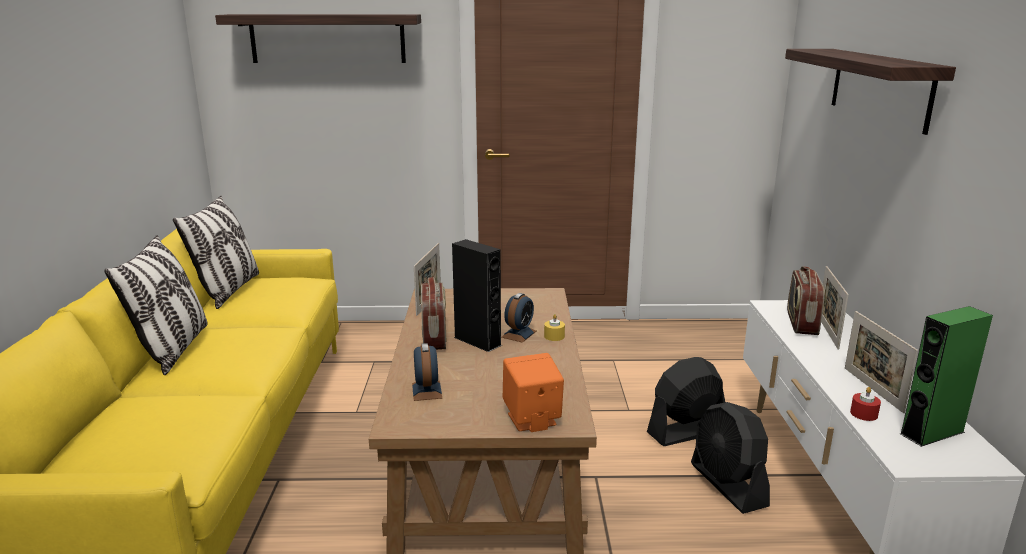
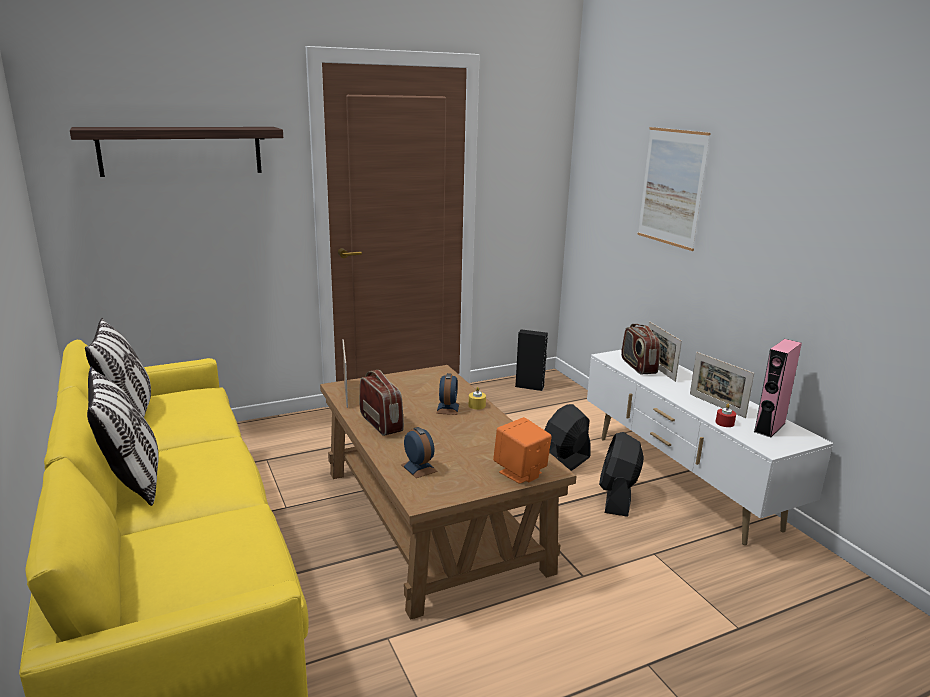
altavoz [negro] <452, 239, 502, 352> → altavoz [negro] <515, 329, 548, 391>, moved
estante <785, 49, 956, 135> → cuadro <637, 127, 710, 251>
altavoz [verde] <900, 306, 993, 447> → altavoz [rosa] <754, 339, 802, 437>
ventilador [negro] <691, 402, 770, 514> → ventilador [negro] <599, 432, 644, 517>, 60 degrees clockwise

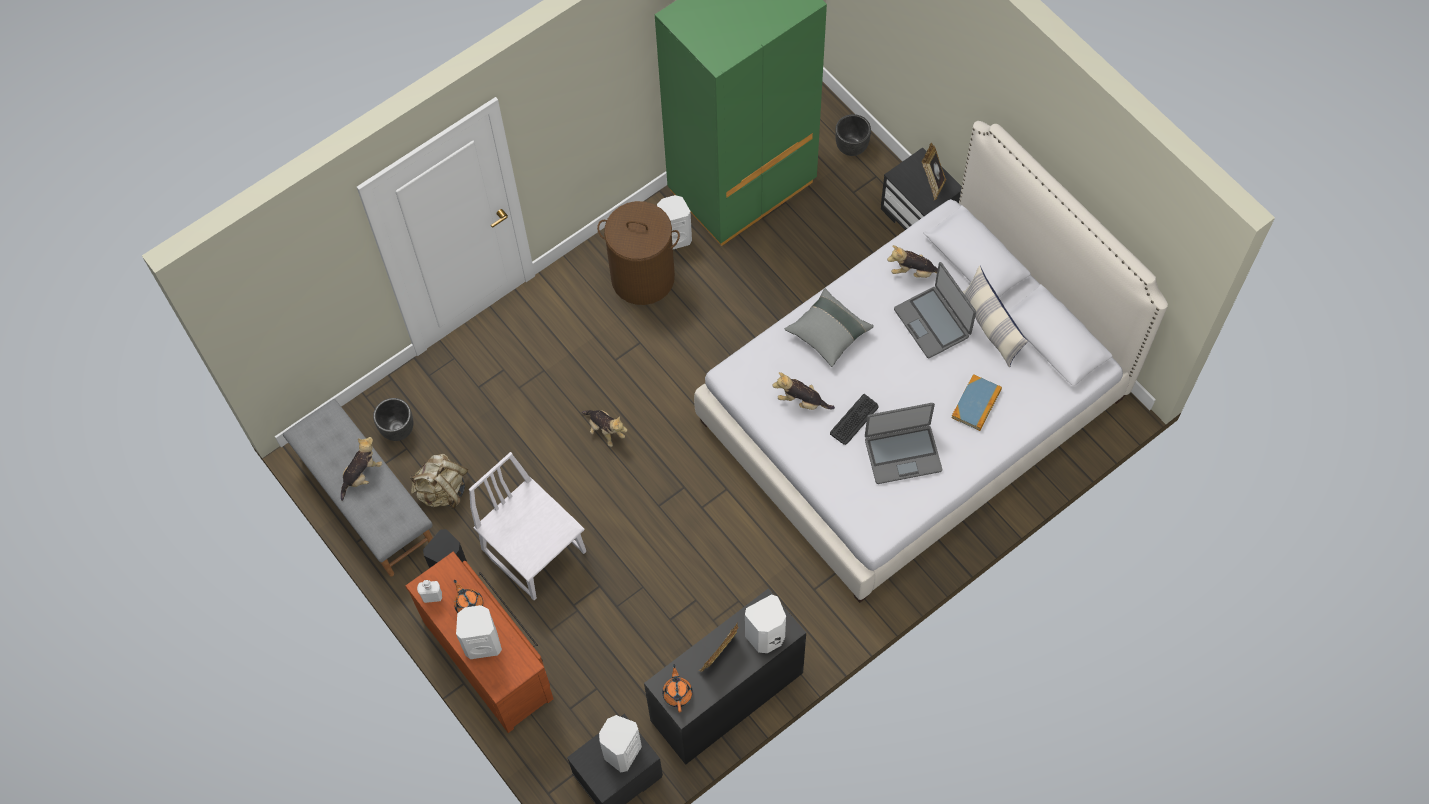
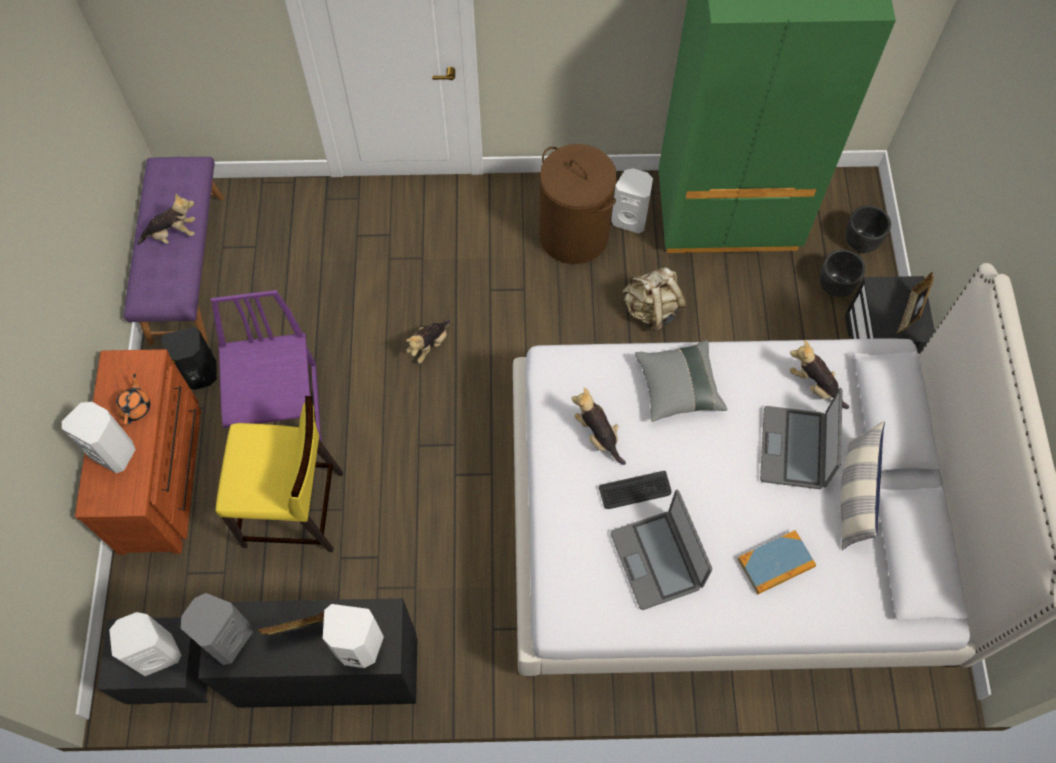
botella [blanco] <417, 580, 442, 603> → -
- → silla [amarillo] <215, 396, 343, 552>
maceta [negro] <373, 398, 413, 441> → maceta [negro] <820, 249, 866, 297>, moved
mochila [beis] <410, 454, 468, 509> → mochila [beis] <623, 267, 687, 331>, moved
tetera [naranja] <662, 664, 693, 713> → altavoz [gris] <181, 593, 253, 665>
banco [gris] <283, 399, 433, 577> → banco [morado] <123, 157, 224, 345>
silla [blanco] <469, 452, 586, 600> → silla [morado] <211, 290, 322, 441>
peluche <582, 410, 628, 447> → peluche <406, 319, 450, 363>, 45 degrees clockwise
portátil <865, 403, 942, 484> → portátil <610, 490, 712, 610>, 45 degrees clockwise

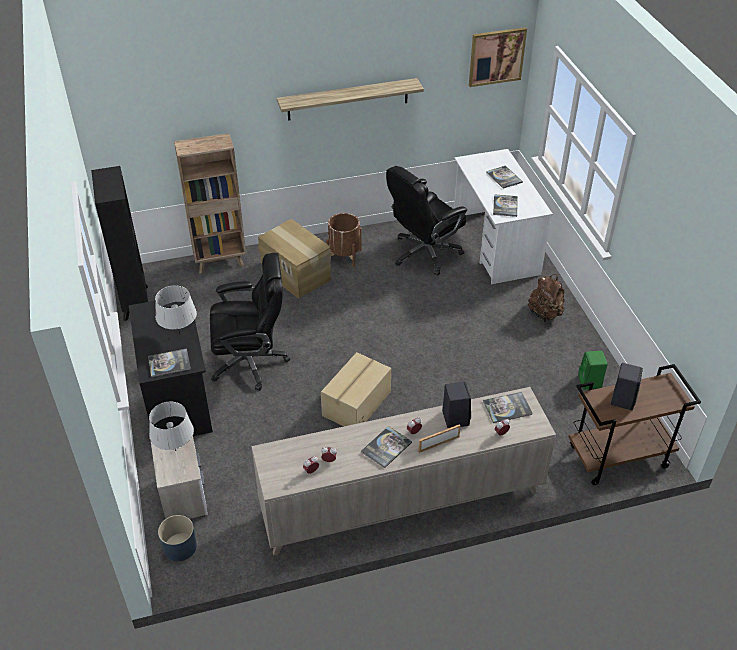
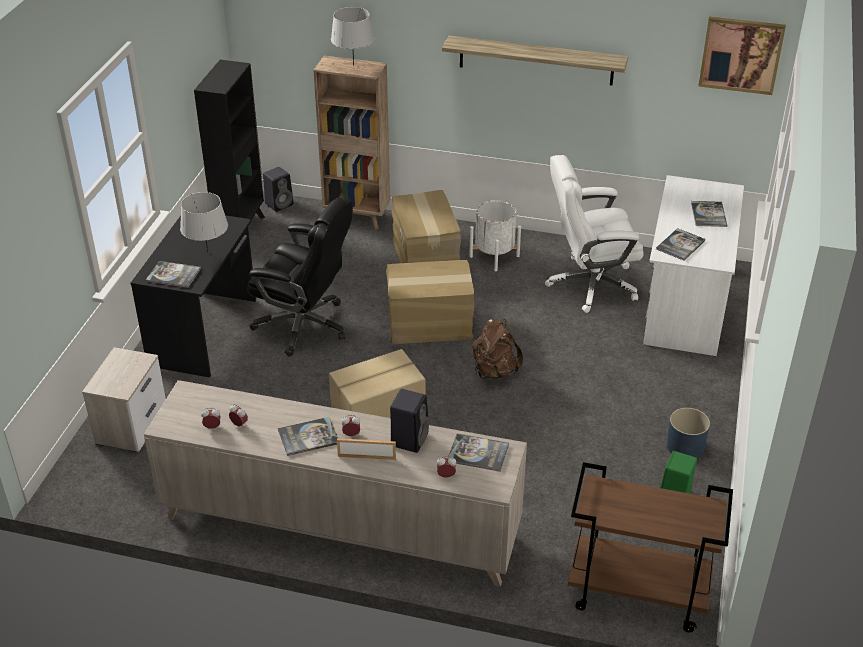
- → caja de cartón <386, 260, 474, 344>
lámpara de mesa [gris] <149, 402, 194, 451> → lámpara de mesa [gris] <331, 7, 374, 65>, moved
maceta [azul] <158, 515, 197, 561> → maceta [azul] <667, 408, 710, 458>, moved
mochila [marrón] <528, 274, 565, 322> → mochila [marrón] <472, 319, 523, 379>, moved
altavoz [negro] <611, 363, 643, 410> → altavoz [negro] <263, 167, 293, 212>, moved
maceta [marrón] <326, 213, 362, 267> → maceta [blanco] <469, 200, 521, 271>
silla de oficina [negro] <386, 166, 467, 276> → silla de oficina [blanco] <545, 155, 644, 313>

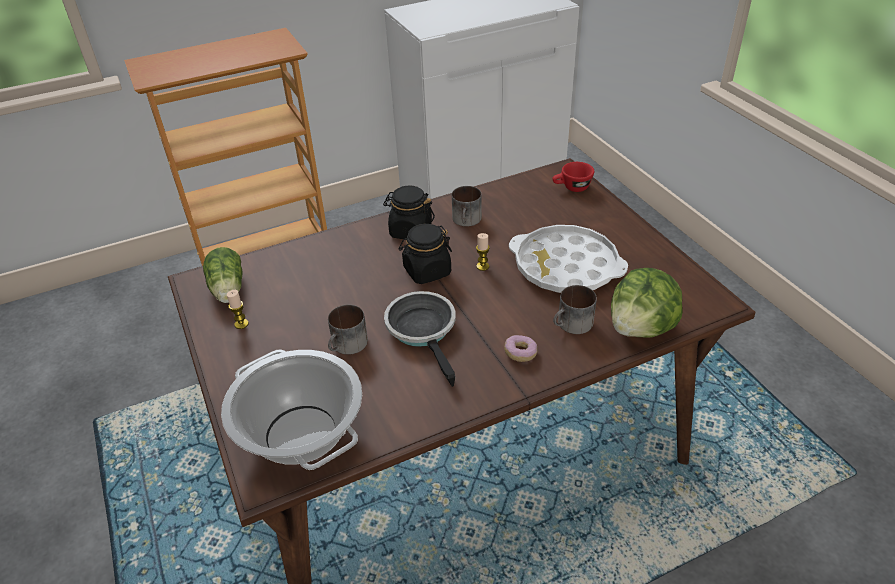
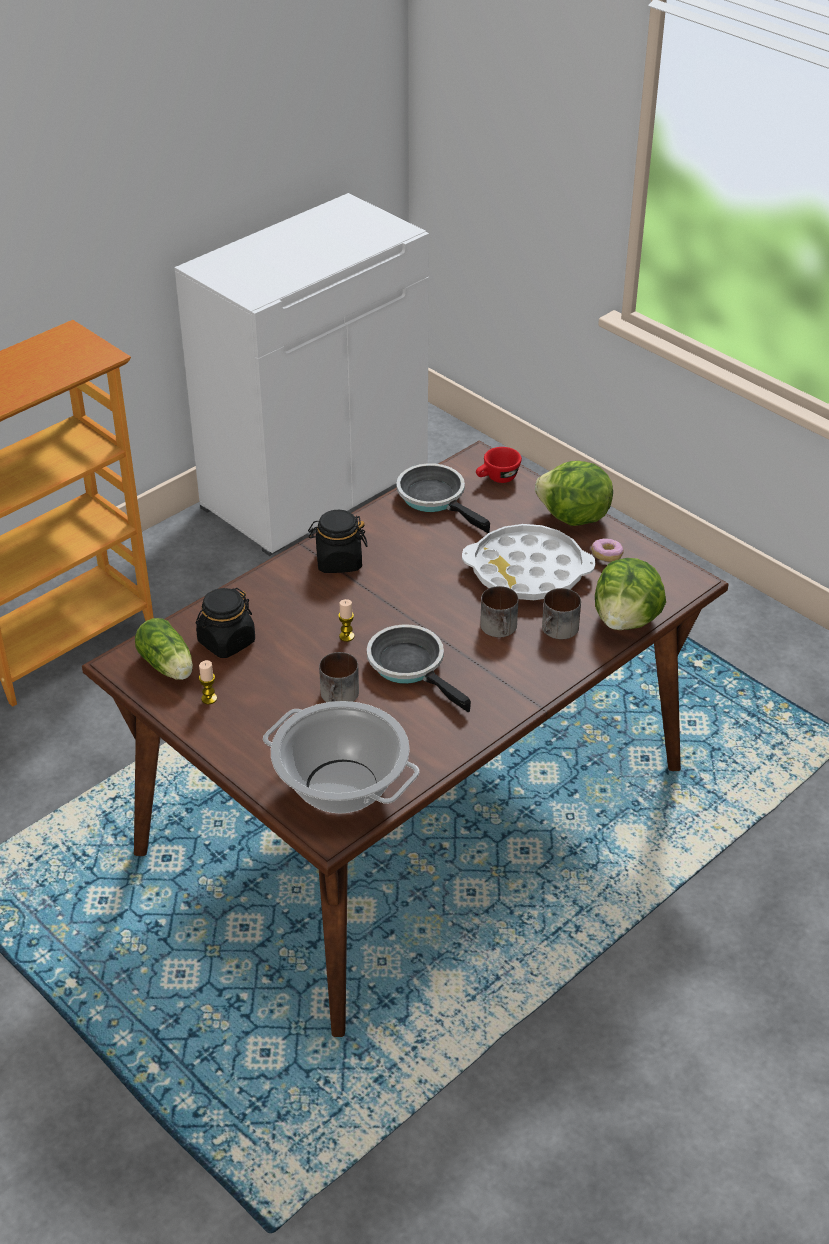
- → sartén <396, 463, 490, 533>
- → lechuga <535, 461, 613, 526>
tarro [negro] <398, 224, 452, 284> → tarro [negro] <196, 588, 255, 658>, moved
taza grande <452, 186, 482, 227> → taza grande <480, 586, 519, 637>, moved
vela <476, 233, 490, 271> → vela <338, 599, 355, 642>, moved
rosquilla <504, 335, 537, 362> → rosquilla <591, 539, 624, 562>, moved

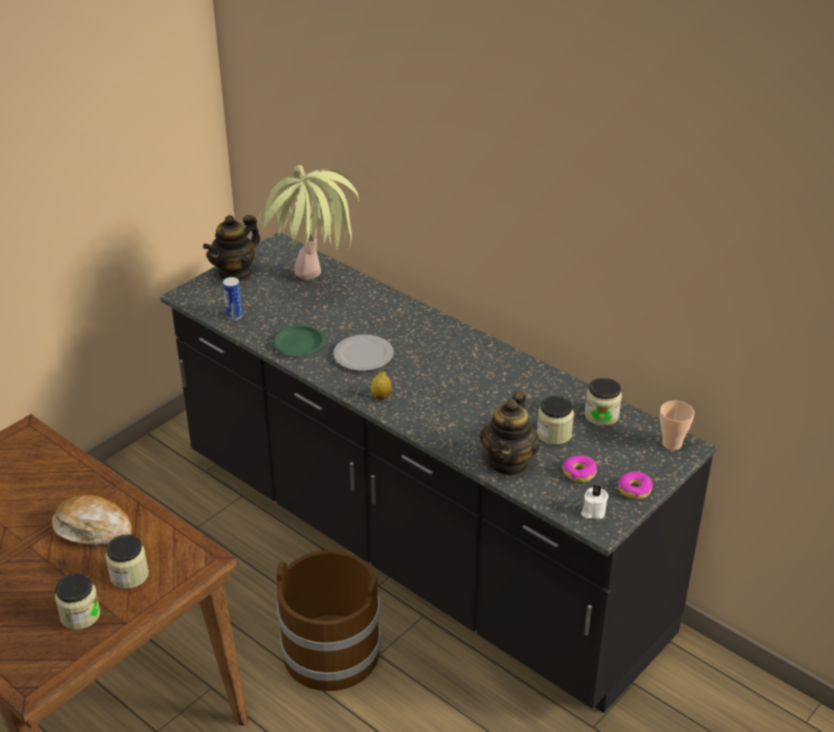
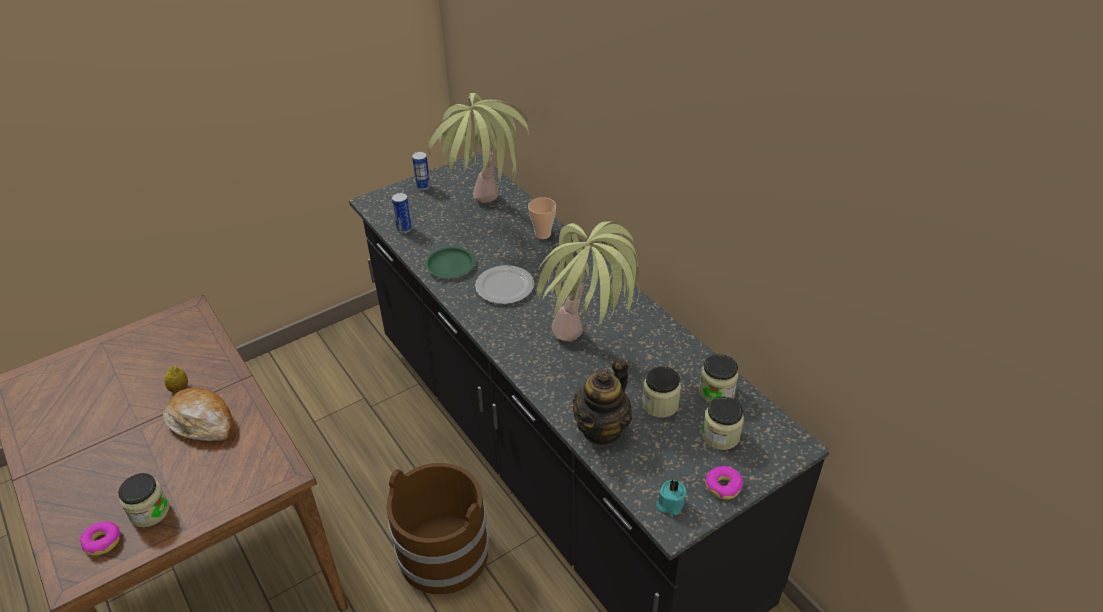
- → planta en maceta <532, 222, 640, 342>
tarro <105, 535, 149, 589> → tarro <702, 396, 744, 450>, moved
limón <371, 371, 392, 400> → limón <164, 366, 188, 393>, moved
rosquilla <563, 455, 597, 482> → rosquilla <80, 522, 120, 556>, moved
taza <660, 401, 695, 450> → taza <528, 197, 556, 239>, moved
tetera <203, 215, 260, 281> → lata <412, 152, 430, 190>
vela [blanco] <581, 485, 608, 519> → vela [turquesa] <656, 480, 686, 515>

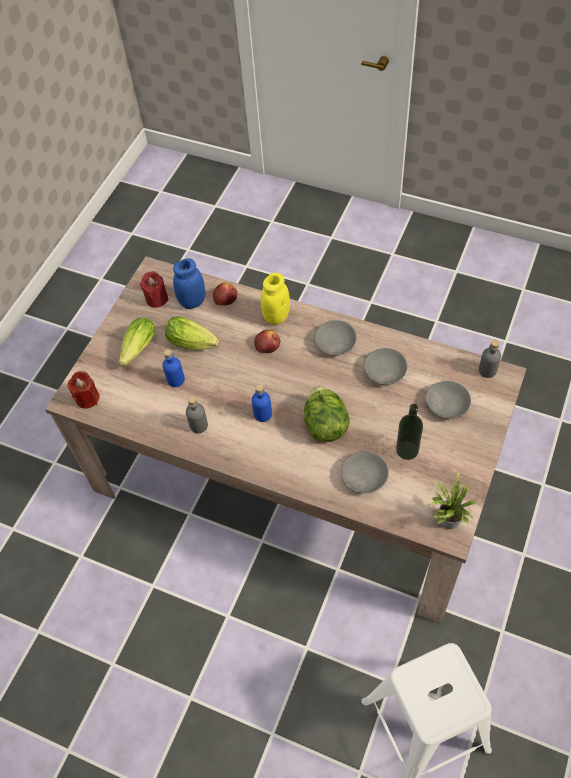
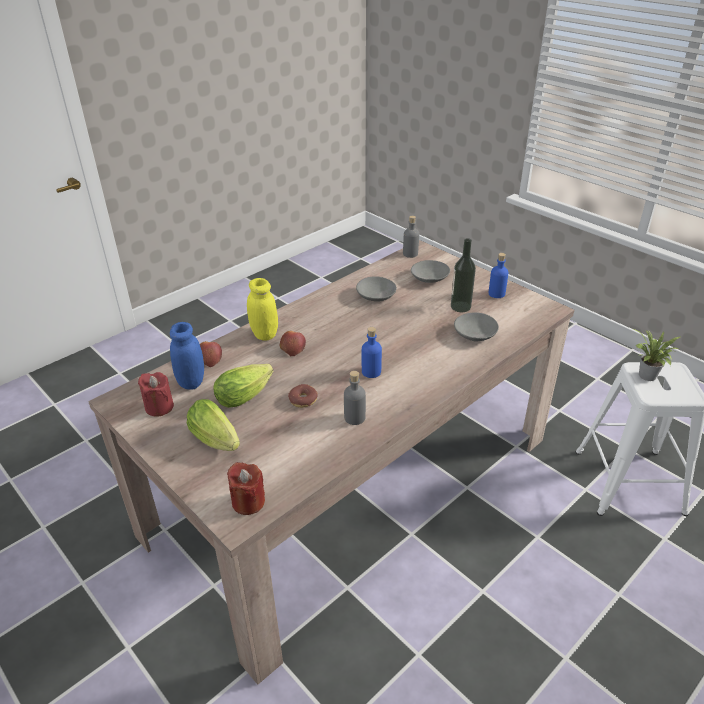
lechuga <304, 386, 350, 442> → -
cuenco [gris] <314, 320, 357, 356> → -
- → rosquilla <288, 384, 318, 408>
botella [azul] <163, 349, 185, 387> → botella [azul] <489, 253, 508, 298>, moved
planta en maceta <428, 472, 478, 529> → planta en maceta <634, 329, 680, 381>, moved

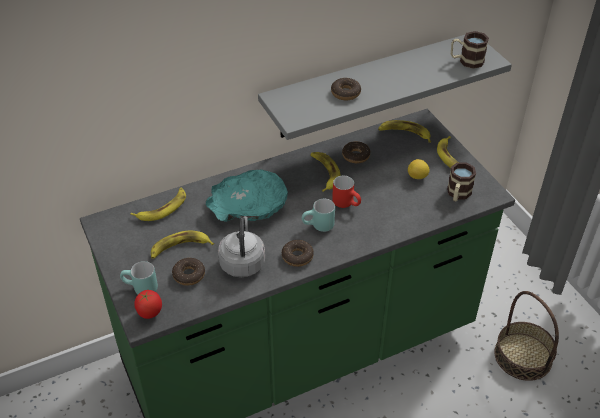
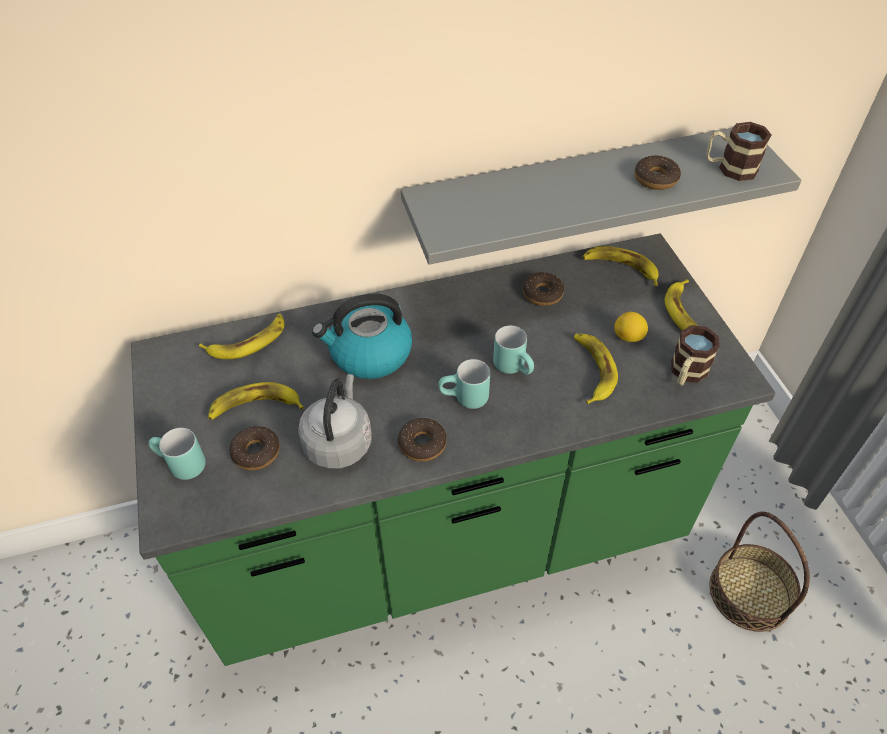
tomate <134, 290, 162, 319> → -
plátano <311, 152, 341, 192> → plátano <574, 334, 618, 404>, moved
rosquilla <331, 78, 361, 100> → rosquilla <634, 155, 681, 190>, moved
cuenco [turquesa] <206, 169, 288, 222> → hervidor <312, 294, 412, 379>
taza grande [rojo] <332, 176, 361, 208> → taza grande [turquesa] <493, 326, 534, 375>

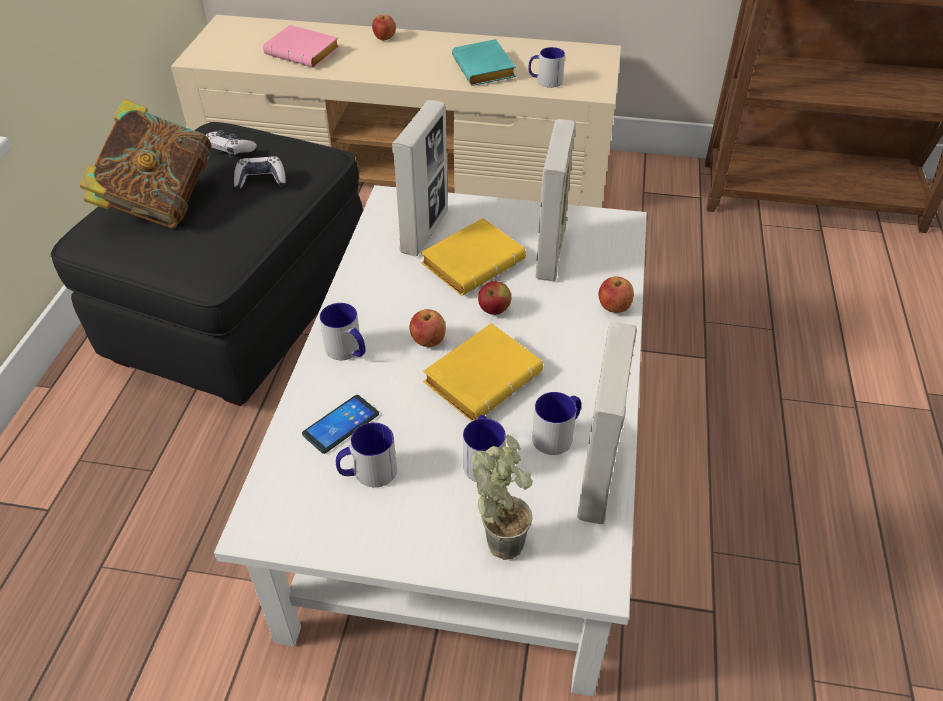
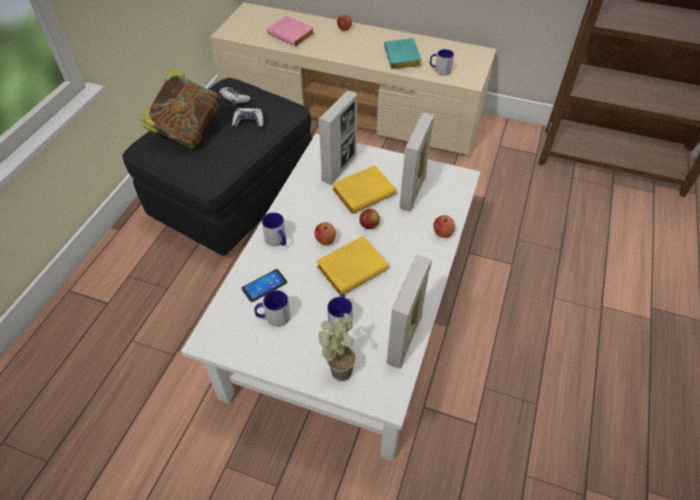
taza grande <532, 392, 581, 455> → -

